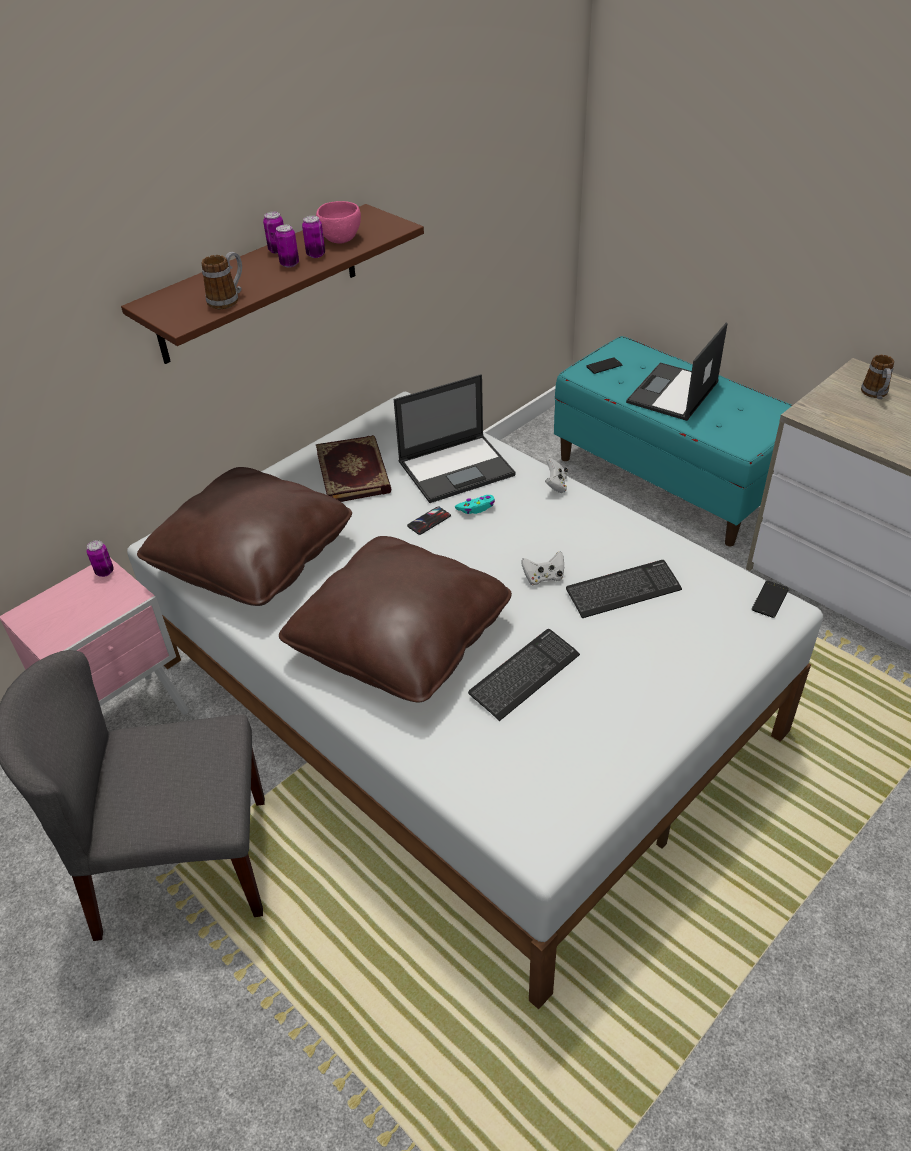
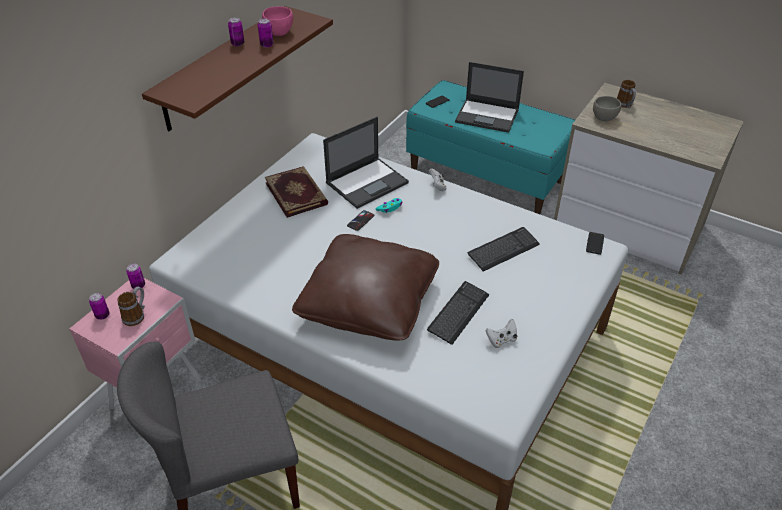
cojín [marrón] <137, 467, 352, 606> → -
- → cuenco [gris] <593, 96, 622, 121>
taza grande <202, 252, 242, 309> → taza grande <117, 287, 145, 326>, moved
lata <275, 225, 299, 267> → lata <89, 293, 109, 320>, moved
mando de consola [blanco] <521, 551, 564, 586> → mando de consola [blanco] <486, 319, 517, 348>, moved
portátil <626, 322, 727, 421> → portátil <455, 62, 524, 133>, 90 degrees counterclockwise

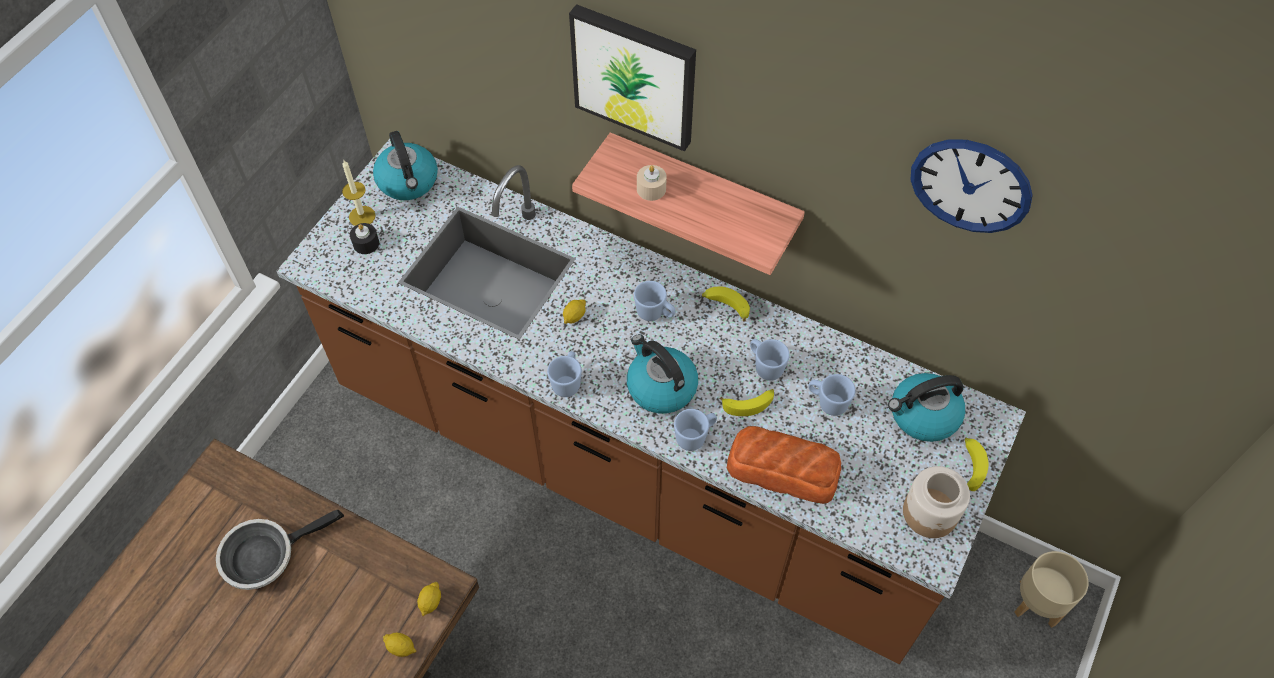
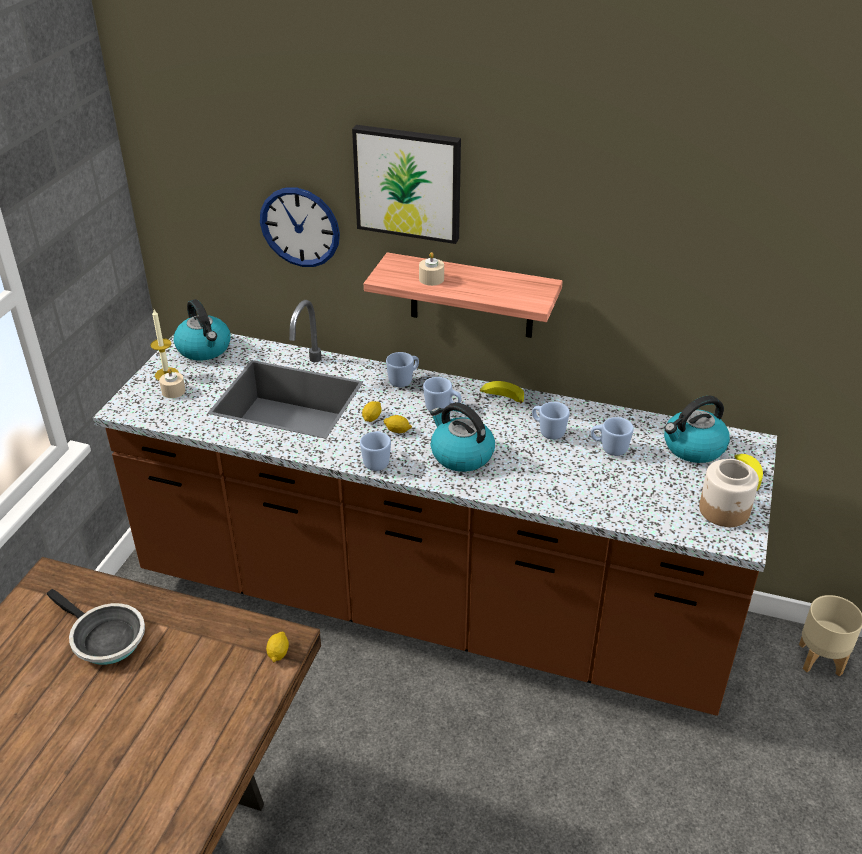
plátano <720, 389, 774, 416> → -
pan <726, 426, 841, 504> → -
limón <383, 633, 416, 657> → limón <383, 415, 412, 433>, moved
taza grande [azul] <674, 409, 717, 451> → taza grande [azul] <386, 352, 419, 387>, moved
reloj de pared <910, 139, 1033, 233> → reloj de pared <260, 187, 340, 267>, moved
vela [negro] <350, 223, 379, 254> → vela [beis] <159, 368, 186, 398>
sartén <216, 510, 344, 590> → sartén <47, 589, 145, 665>, 105 degrees counterclockwise

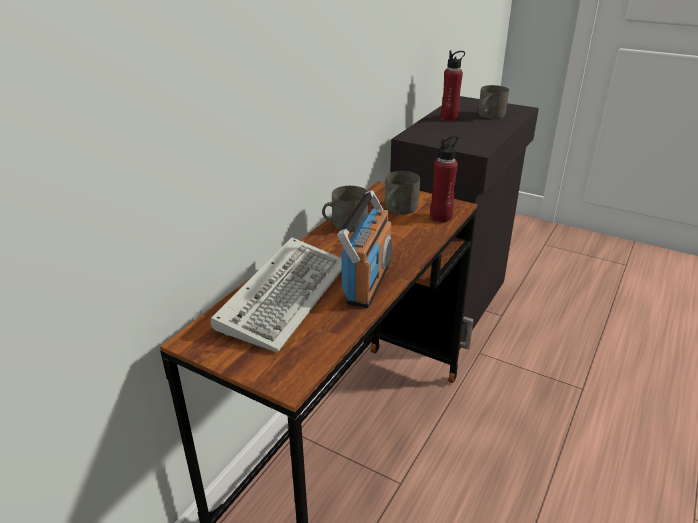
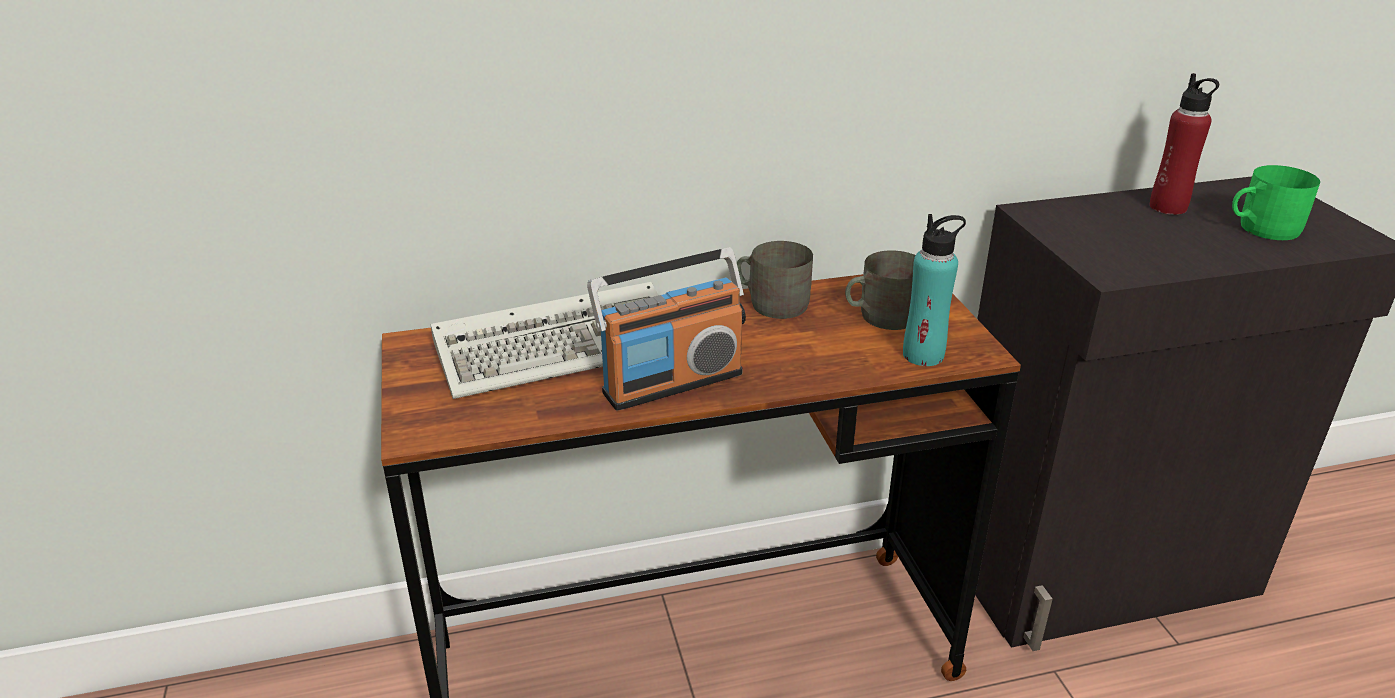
botella [rojo] <430, 136, 458, 222> → botella [turquesa] <903, 214, 966, 366>
taza grande [gris] <479, 85, 509, 119> → taza grande [verde] <1232, 165, 1320, 240>

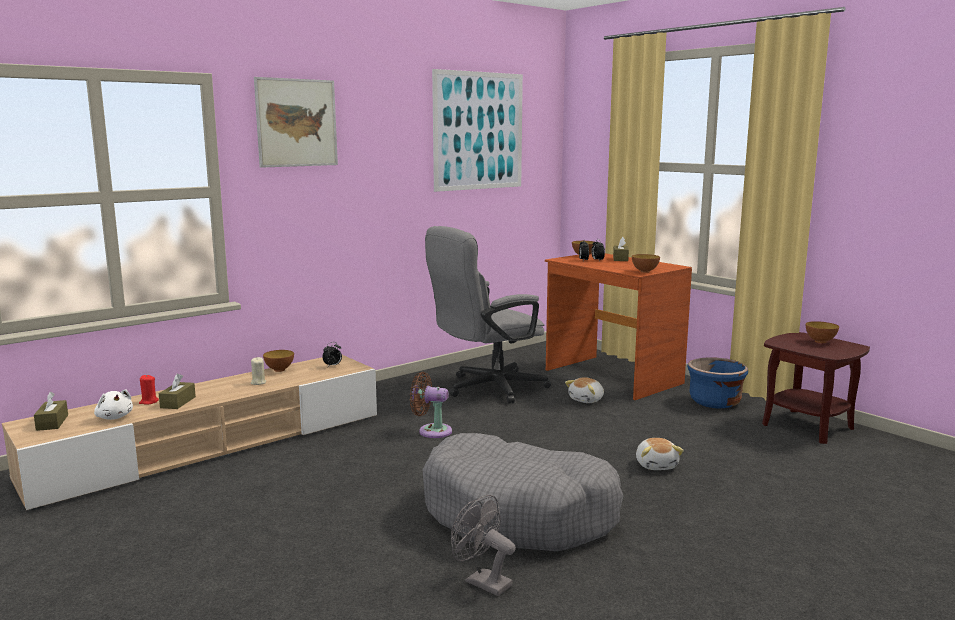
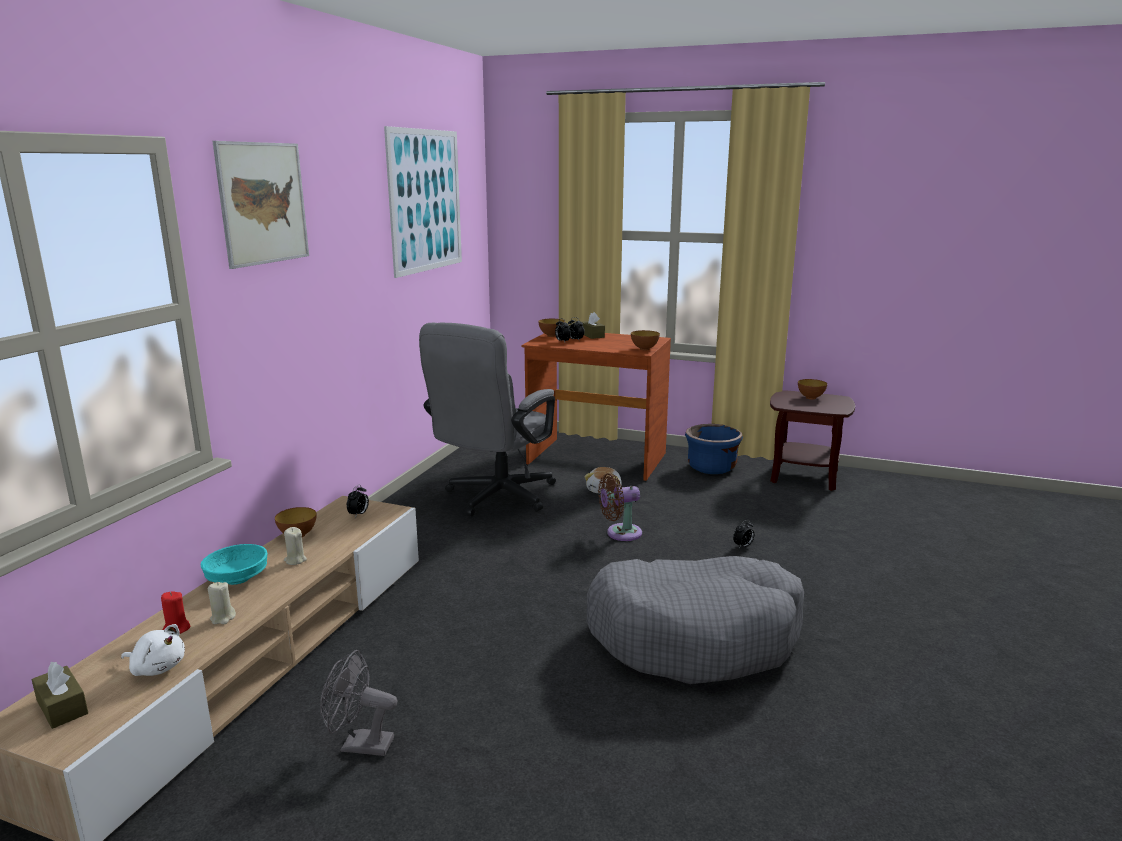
- → cuenco [turquesa] <201, 544, 268, 585>
ventilador [marrón] <410, 372, 452, 438> → ventilador [marrón] <598, 473, 642, 541>, moved
ventilador [gris] <451, 495, 516, 596> → ventilador [gris] <320, 650, 397, 756>, moved
caja de pañuelos [marrón] <159, 374, 196, 409> → vela [beis] <208, 582, 236, 624>
peluche <636, 438, 684, 470> → despertador <733, 520, 754, 548>

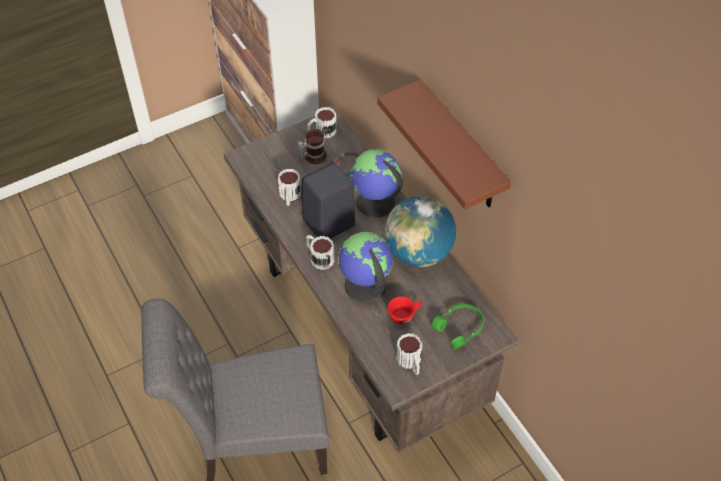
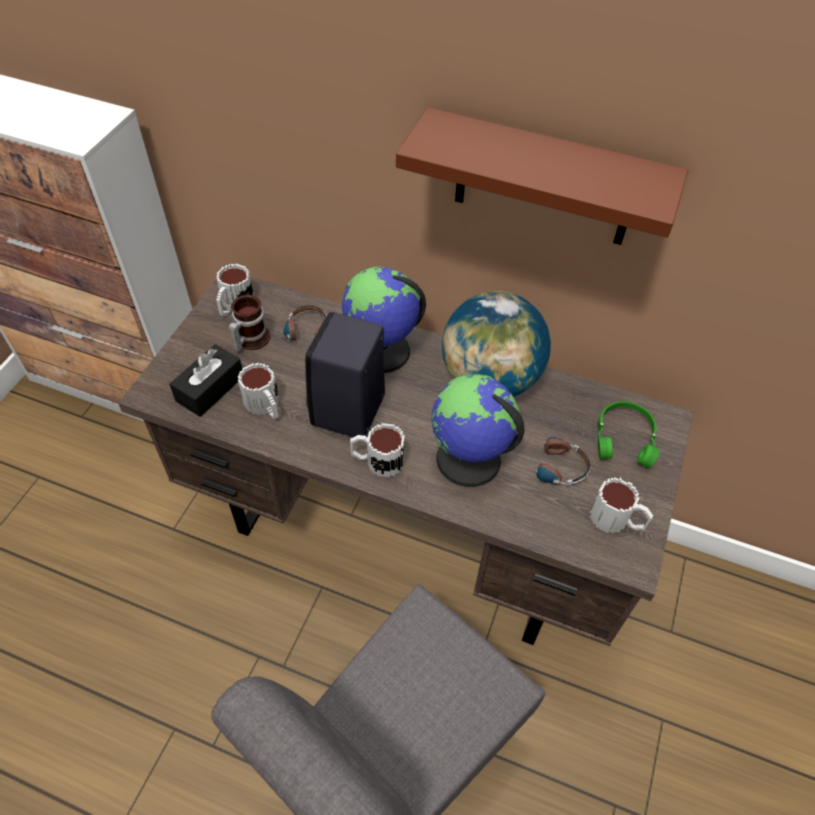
- → caja de pañuelos [negro] <169, 344, 242, 417>
taza [rojo] <388, 296, 422, 325> → auriculares <524, 437, 590, 485>

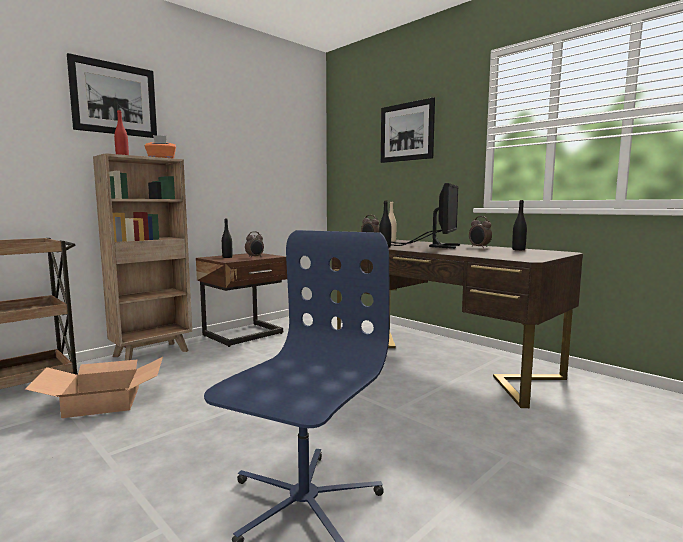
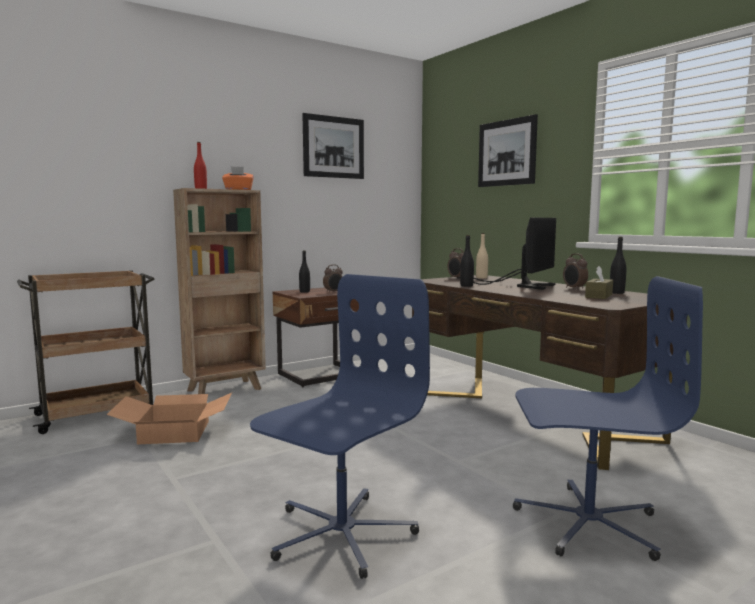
- → silla de oficina [azul] <513, 276, 703, 561>
- → caja de pañuelos [marrón] <585, 266, 613, 299>
cuadro <67, 53, 157, 138> → cuadro <302, 113, 364, 179>, moved

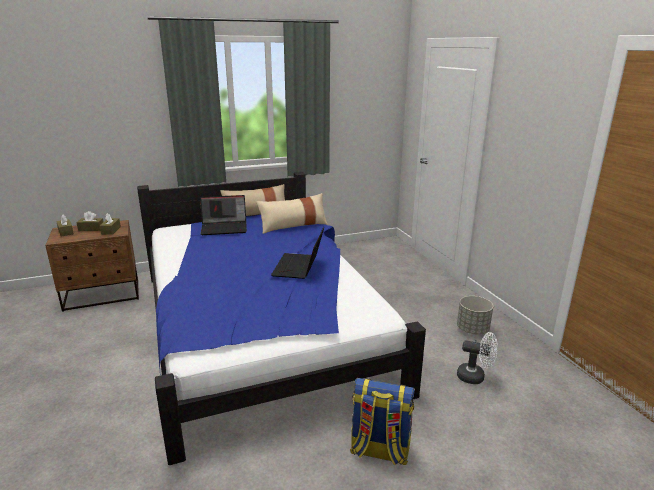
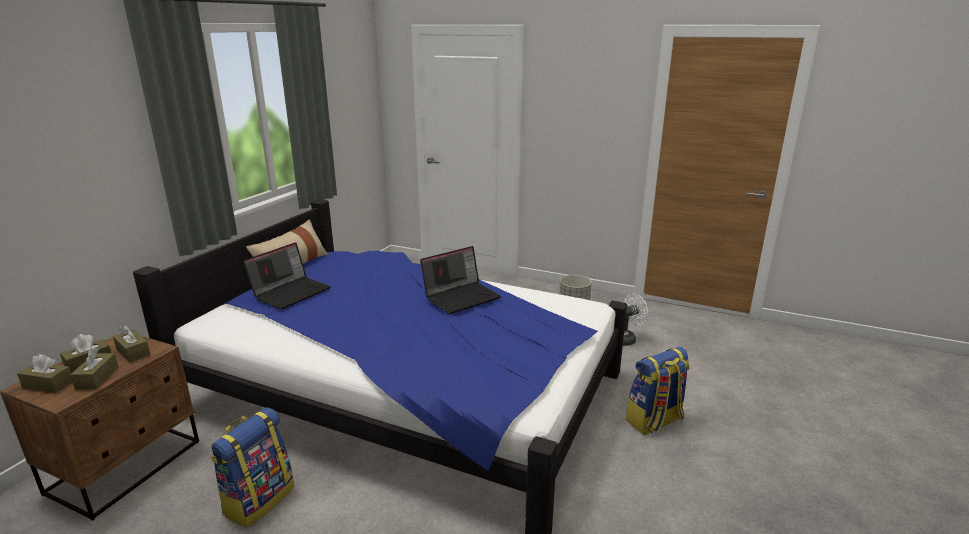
cojín [beis] <256, 193, 327, 234> → -
- → caja de pañuelos [marrón] <70, 348, 118, 390>
- → mochila <211, 407, 294, 528>
portátil <271, 227, 324, 279> → portátil <420, 246, 501, 314>, 90 degrees counterclockwise

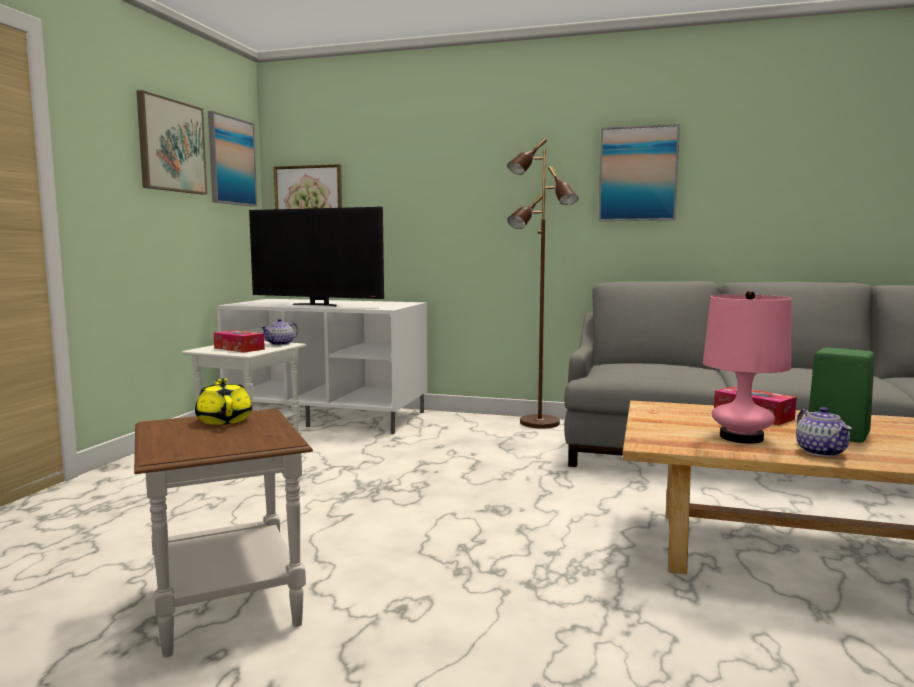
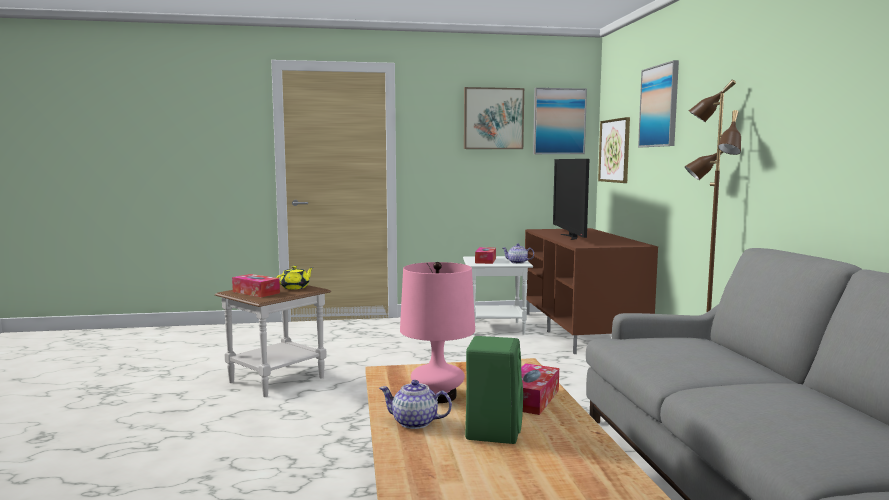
- → caja de pañuelos <232, 274, 280, 297>
cuadro <598, 124, 680, 221> → cuadro <638, 60, 679, 147>, moved
mueble de televisión [blanco] <217, 299, 428, 434> → mueble de televisión [marrón] <525, 228, 658, 354>
tetera <796, 407, 852, 457> → tetera <379, 380, 452, 429>, 45 degrees clockwise

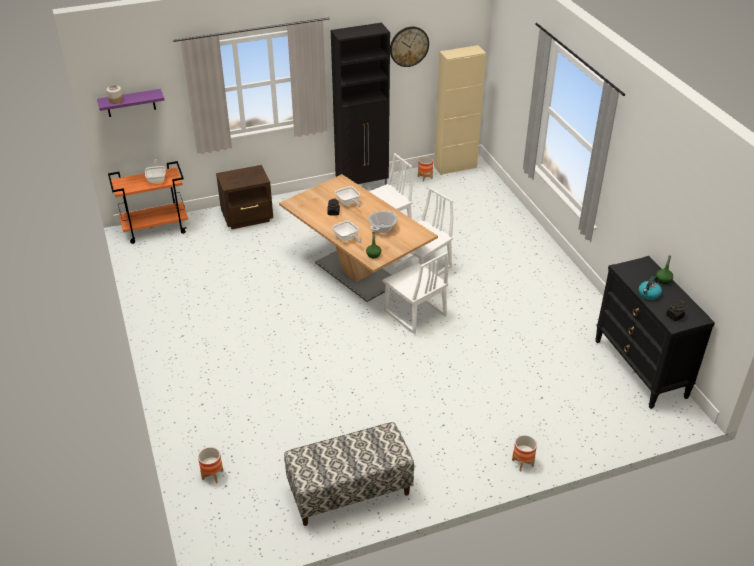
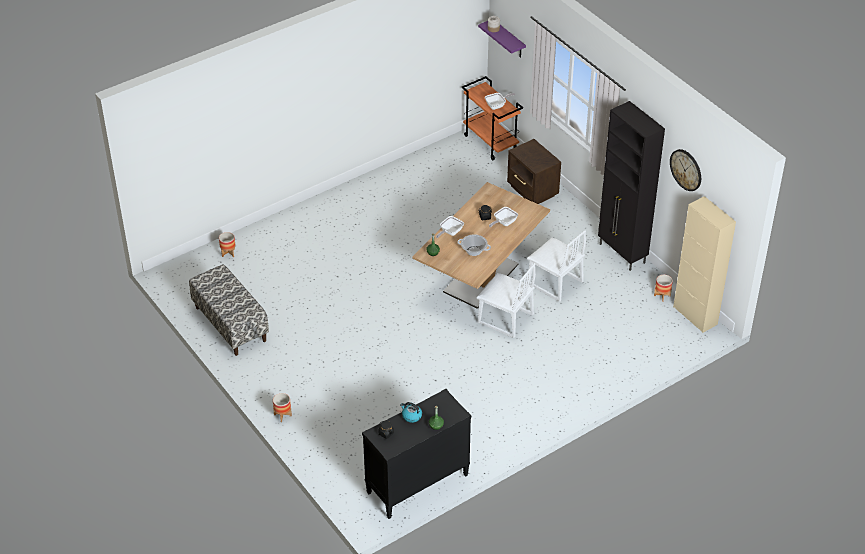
silla [blanco] <382, 252, 448, 334> → -

